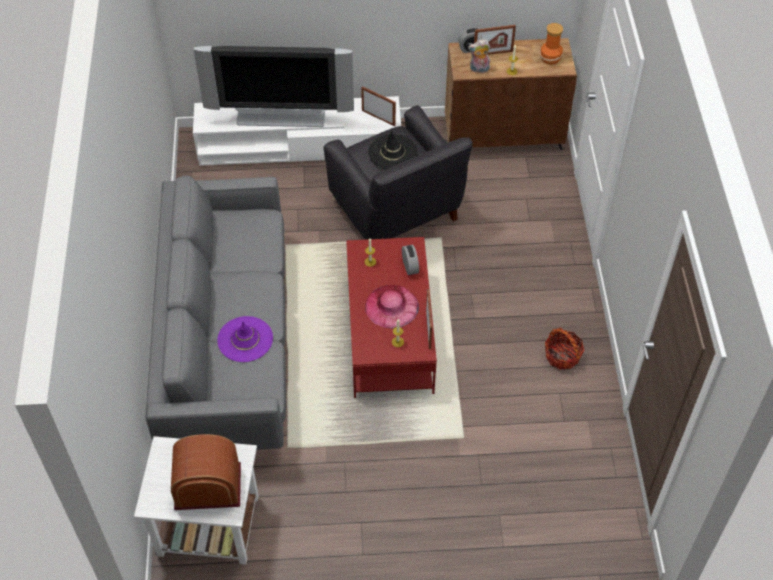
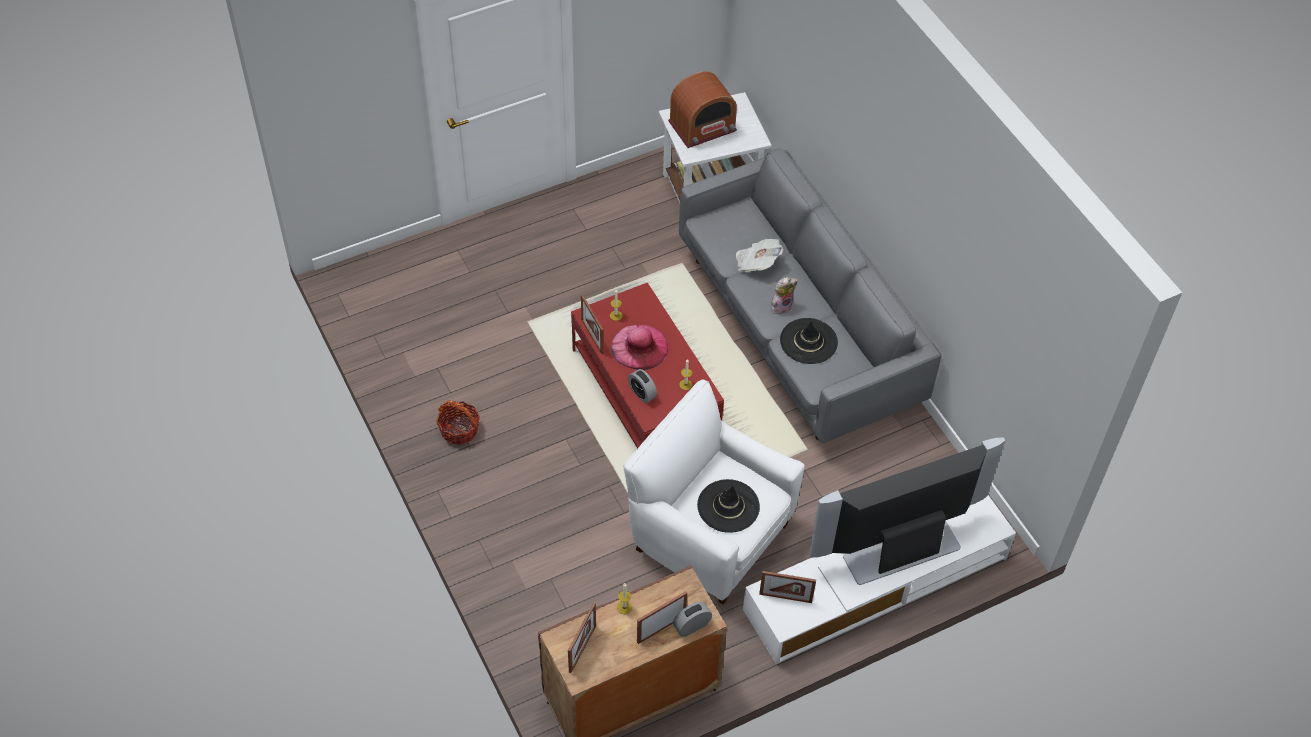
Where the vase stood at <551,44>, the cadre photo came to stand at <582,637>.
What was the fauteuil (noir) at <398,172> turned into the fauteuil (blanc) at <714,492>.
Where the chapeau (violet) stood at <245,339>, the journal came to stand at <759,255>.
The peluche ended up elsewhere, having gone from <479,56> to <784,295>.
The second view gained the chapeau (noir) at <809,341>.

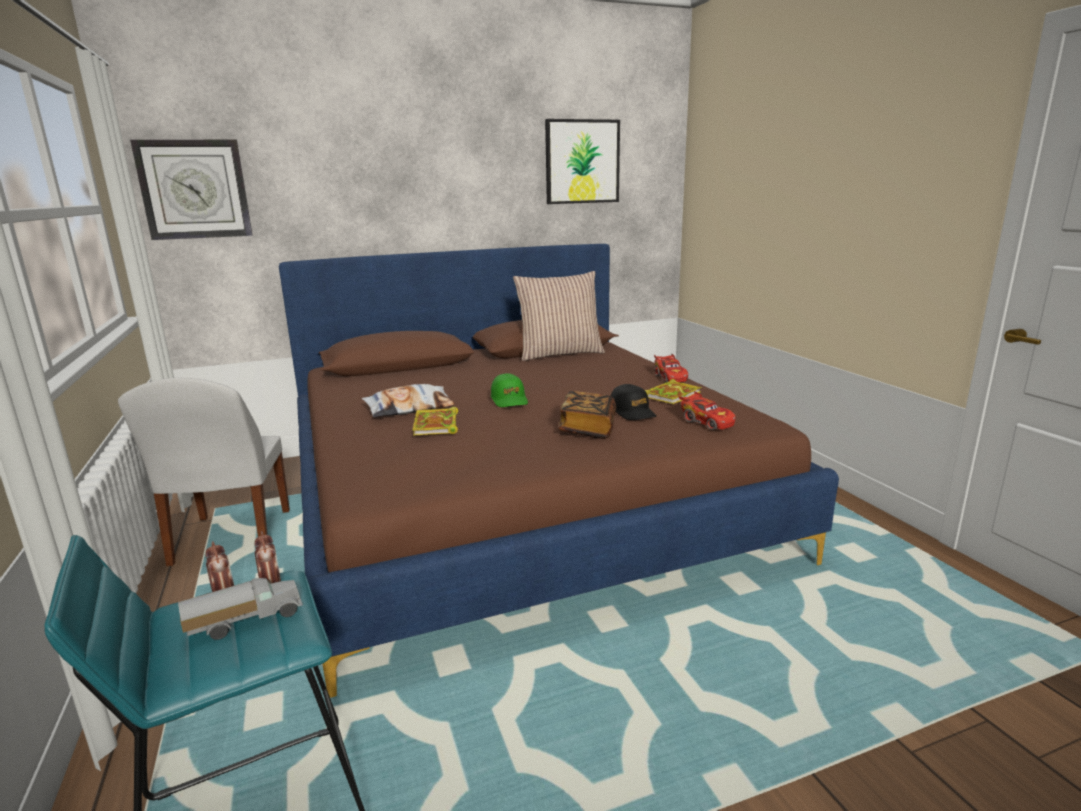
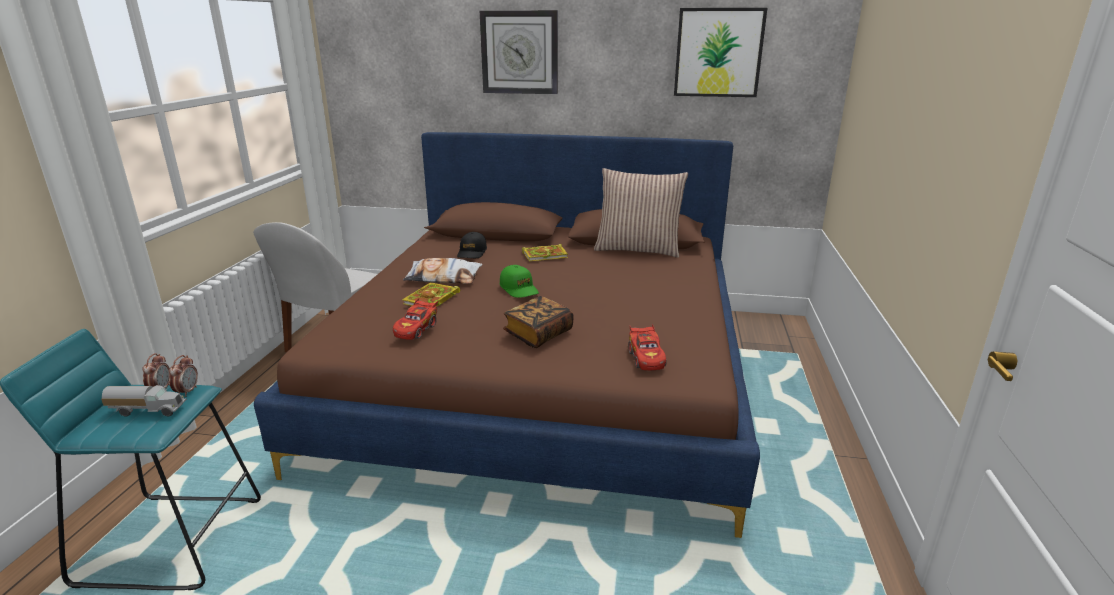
The petite voiture (rouge) ended up elsewhere, having gone from <671,368> to <415,319>.
The casquette (noir) ended up elsewhere, having gone from <633,402> to <472,245>.
The horloge murale ended up elsewhere, having gone from <191,189> to <519,52>.
The casquette (vert) at <509,390> ended up facing another way, 45 degrees counterclockwise from before.
The livre ended up elsewhere, having gone from <673,391> to <545,253>.

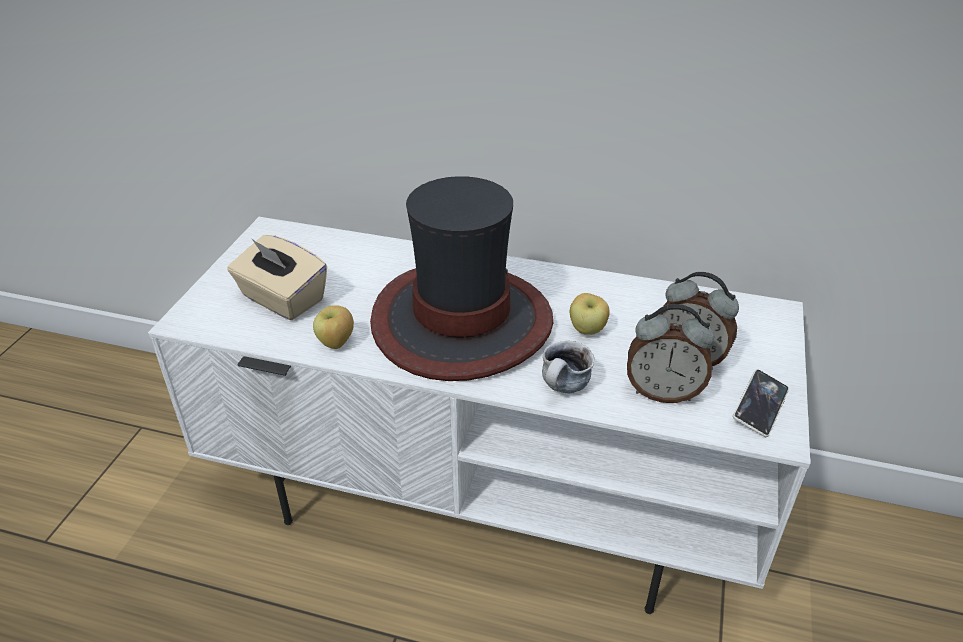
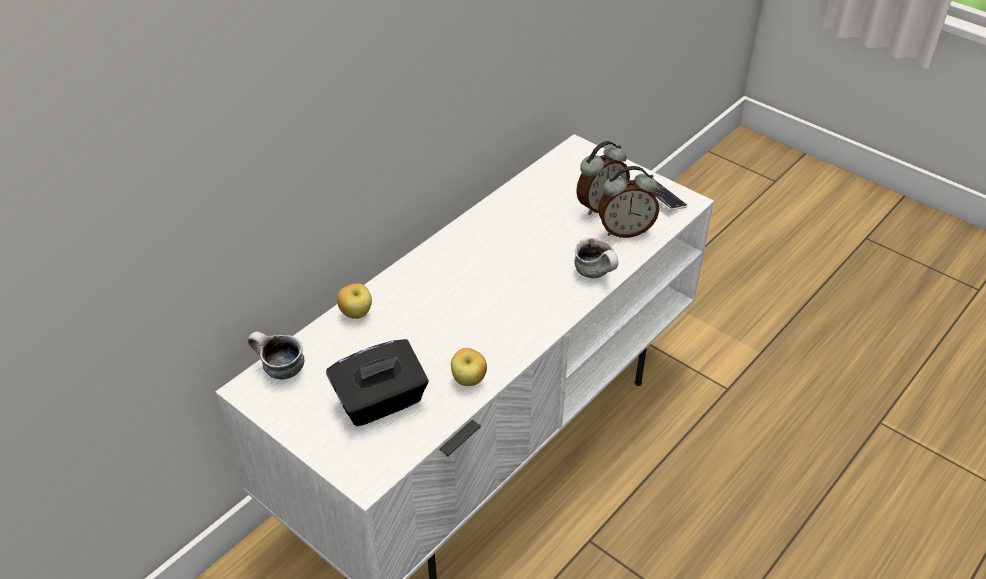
The second view gained the mug at <276,355>.
What was the boîte à mouchoirs (beige) at <277,277> turned into the boîte à mouchoirs (noir) at <377,382>.
The pomme ended up elsewhere, having gone from <590,314> to <354,301>.
The réveil at <670,353> ended up facing another way, 45 degrees clockwise from before.
The second view lost the chapeau at <461,278>.

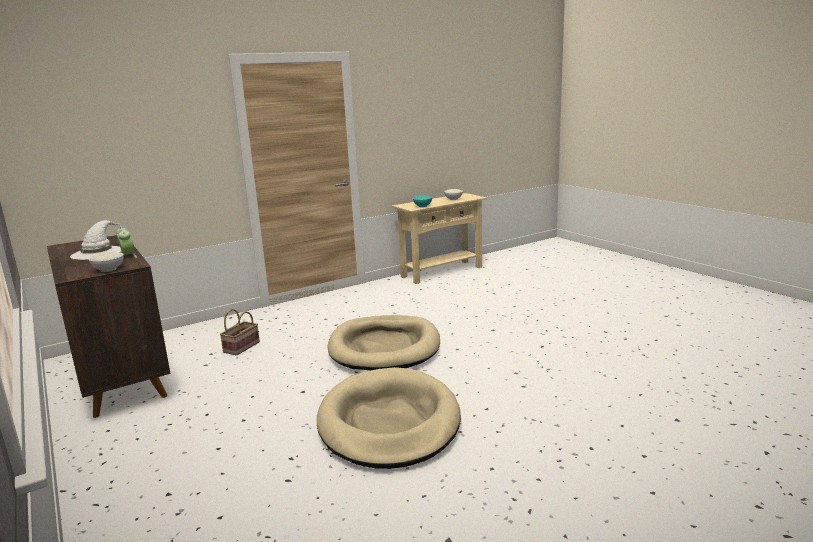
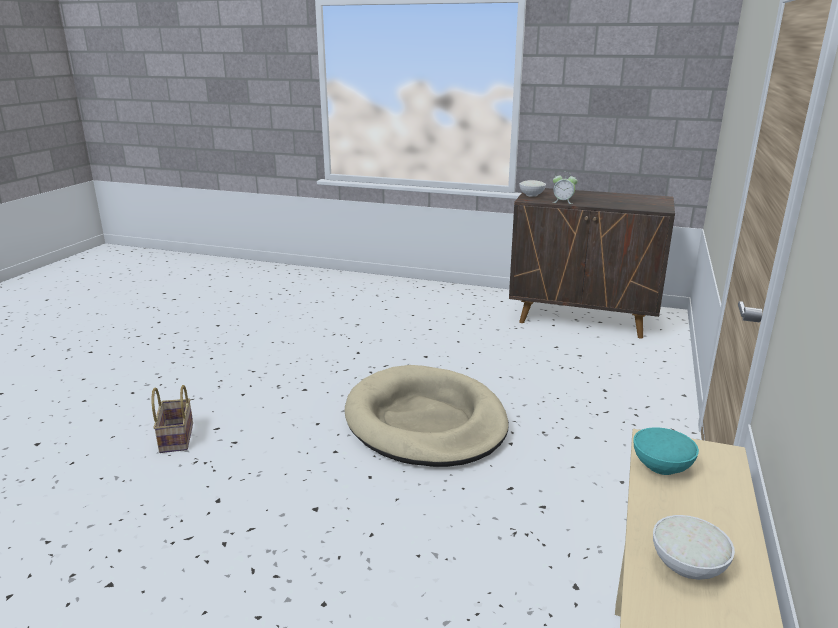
The panier ended up elsewhere, having gone from <240,332> to <172,419>.
The second view lost the chapeau (blanc) at <95,240>.
The second view lost the panier pour chien (beige) at <389,418>.

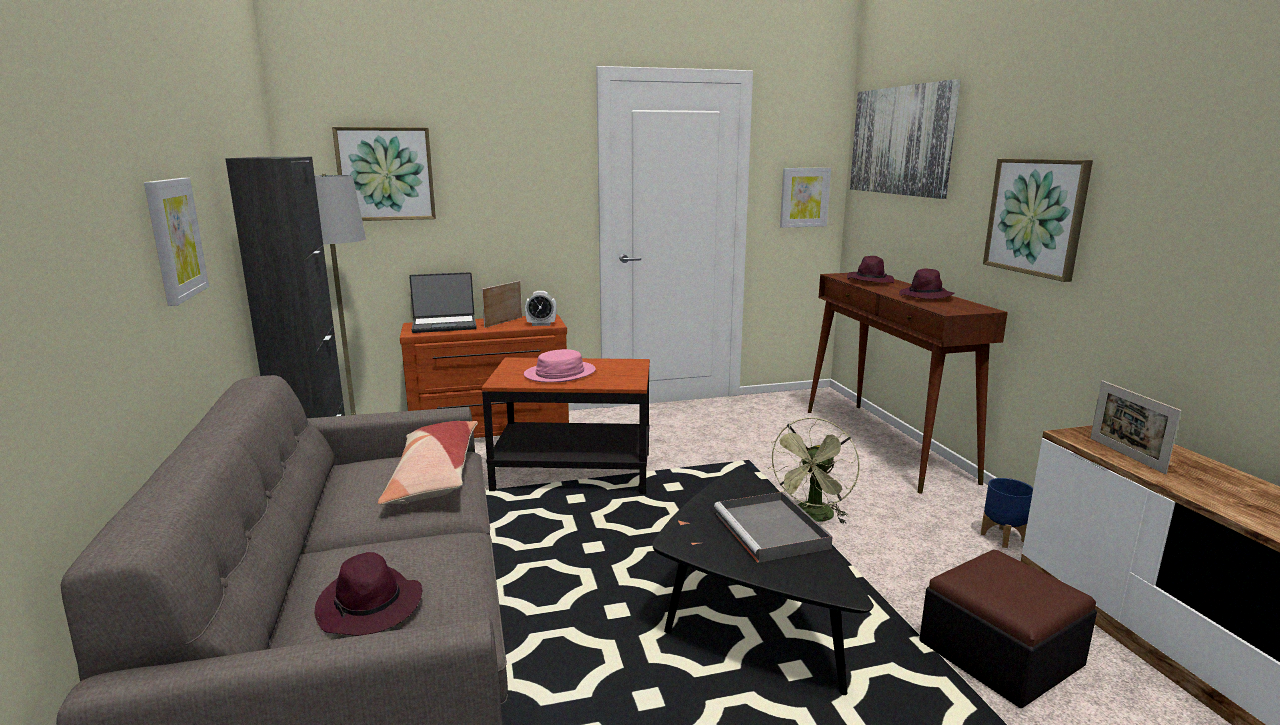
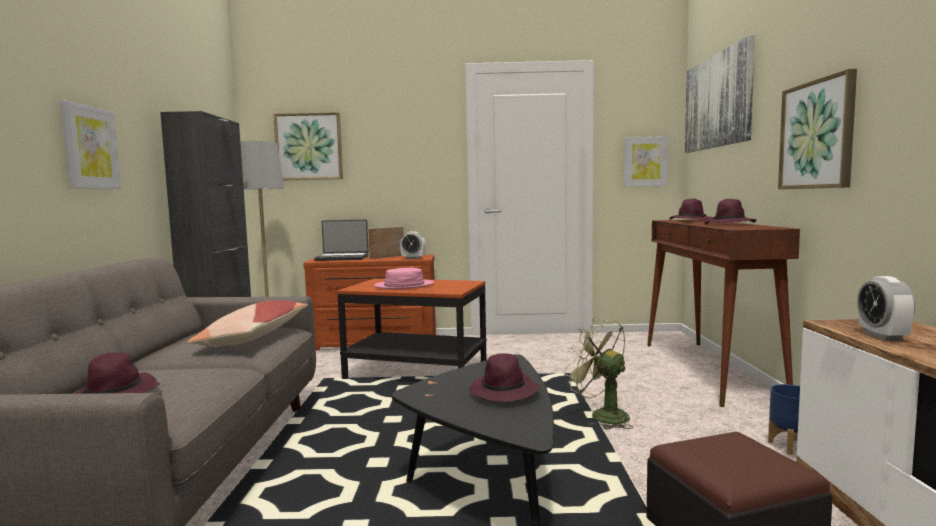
Where the plateau (gris) stood at <773,527>, the chapeau (violet) came to stand at <505,377>.
The ventilateur (vert) at <813,470> ended up facing another way, 90 degrees clockwise from before.
Where the cadre photo stood at <1135,427>, the réveil came to stand at <886,308>.

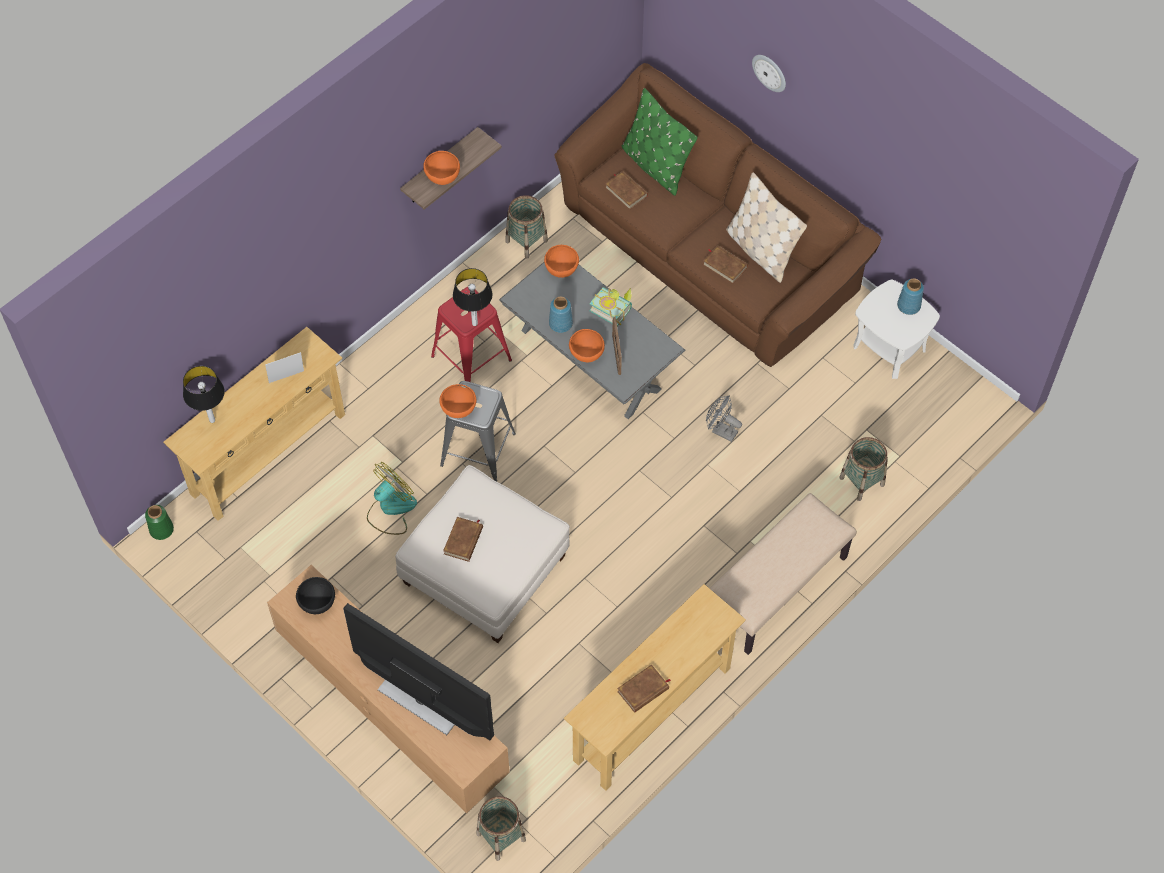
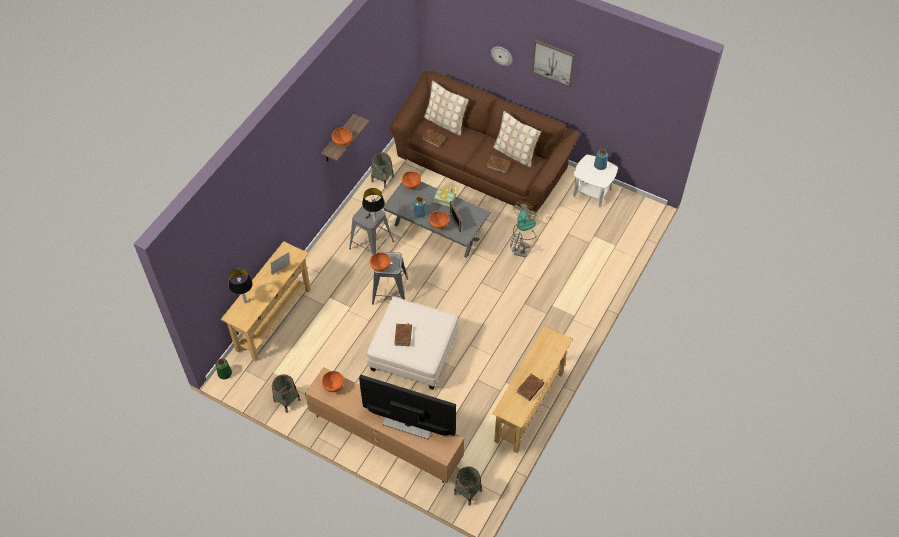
The panier ended up elsewhere, having gone from <863,469> to <286,393>.
What was the bol (noir) at <315,595> turned into the bol (orange) at <333,381>.
What was the tabouret (rouge) at <471,334> turned into the tabouret (gris) at <371,230>.
What was the coussin (vert) at <660,142> turned into the coussin (beige) at <446,108>.
The ventilateur ended up elsewhere, having gone from <392,498> to <525,220>.
The second view gained the tableau at <553,63>.
The second view lost the banc (beige) at <783,574>.

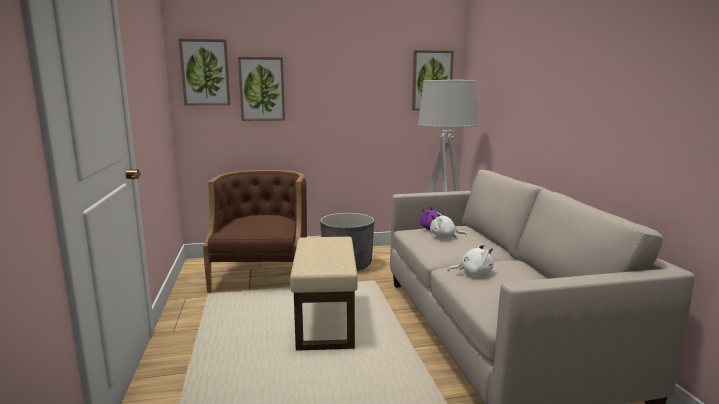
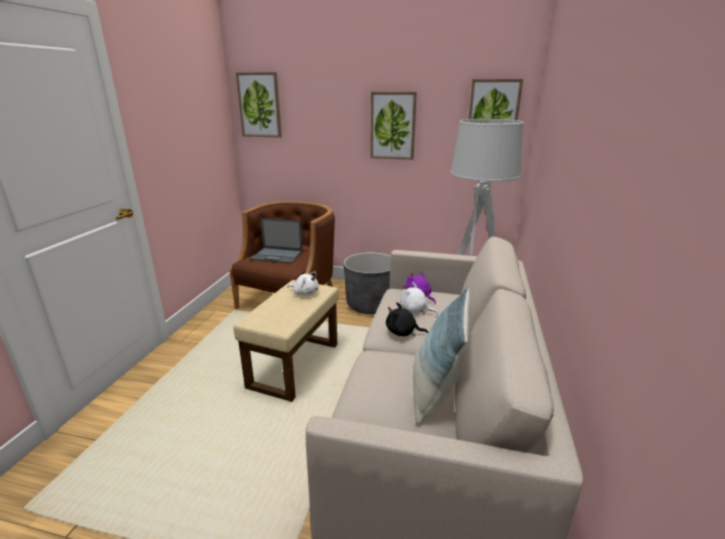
The second view gained the ordinateur portable at <276,241>.
The peluche (blanc) ended up elsewhere, having gone from <471,260> to <303,284>.
The tableau ended up elsewhere, having gone from <261,89> to <393,126>.
The second view gained the peluche (noir) at <407,319>.
The second view gained the coussin at <441,355>.

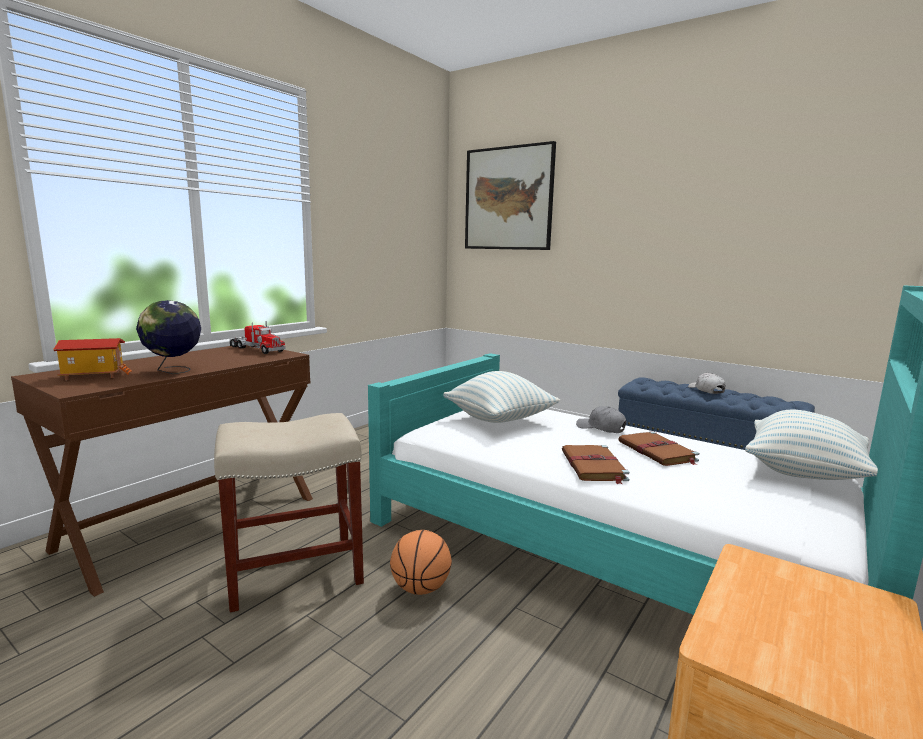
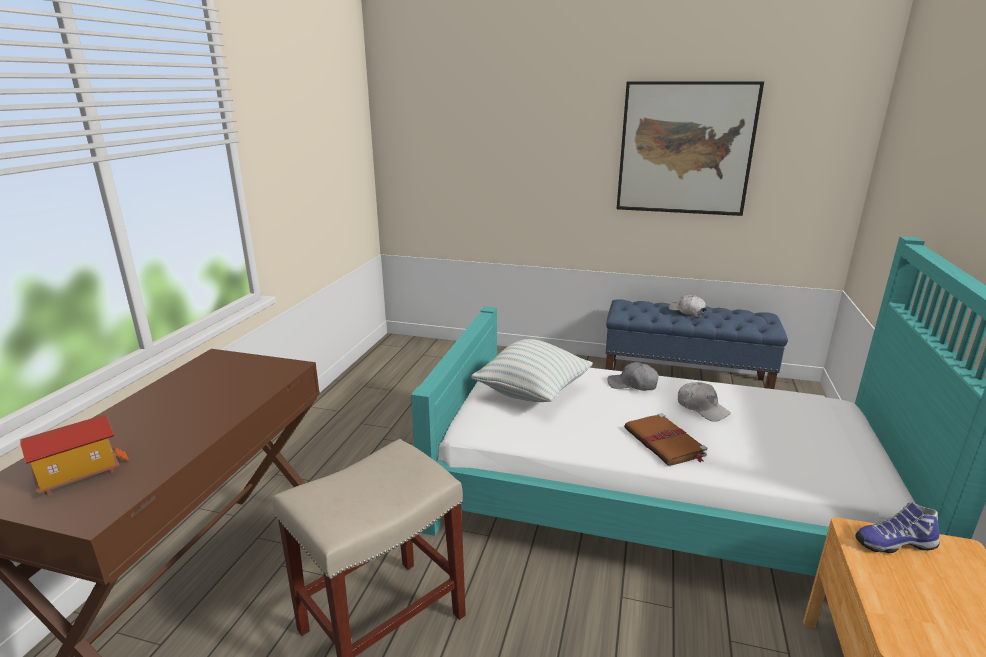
The tableau ended up elsewhere, having gone from <510,195> to <690,148>.
Where the livre (marron) stood at <658,448>, the casquette (blanc) came to stand at <704,402>.
The second view gained the chaussure at <898,528>.
The second view lost the globe at <168,337>.
The second view lost the camion jouet at <258,337>.
The second view lost the ballon de basket at <421,562>.
The second view lost the coussin at <811,445>.

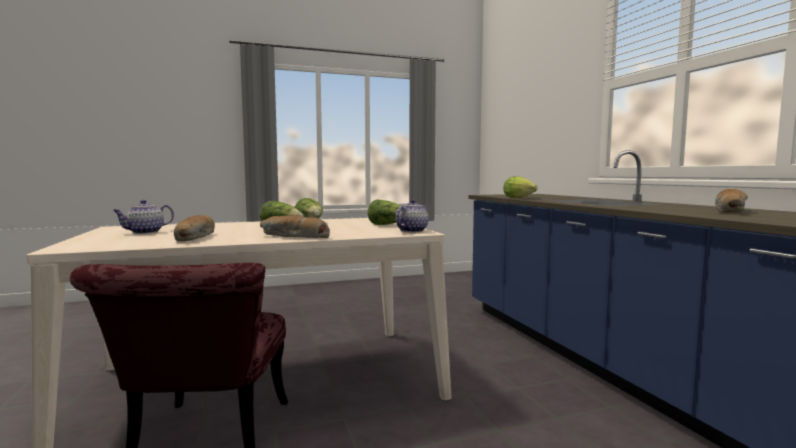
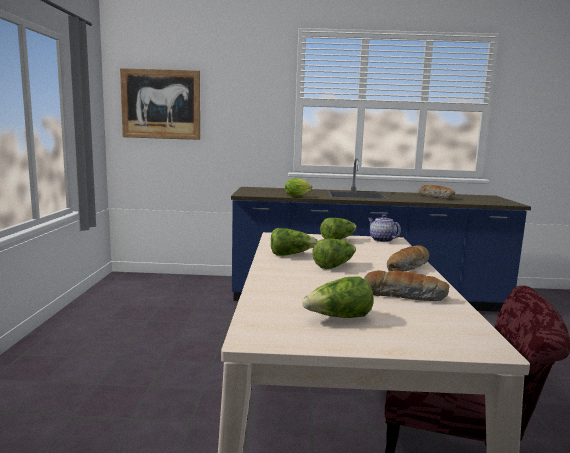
The second view gained the tableau at <160,104>.
Where the théière stood at <143,217>, the laitue came to stand at <338,297>.

